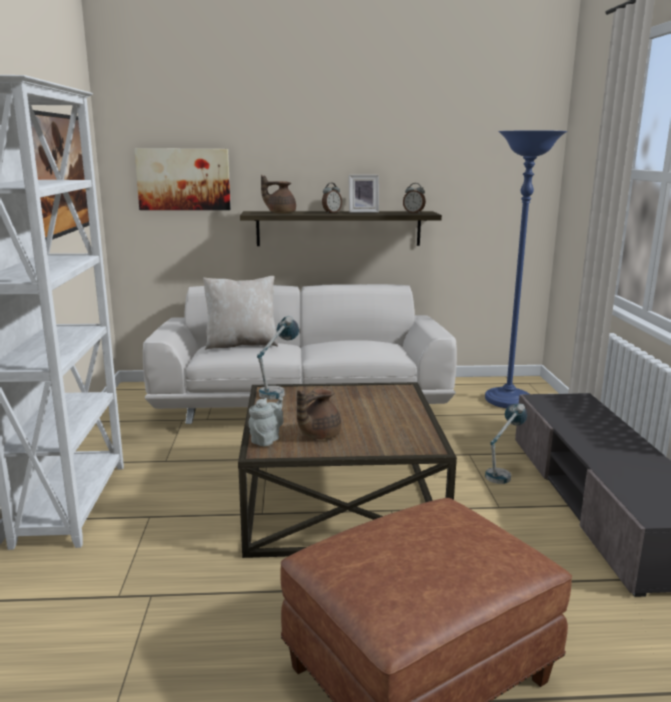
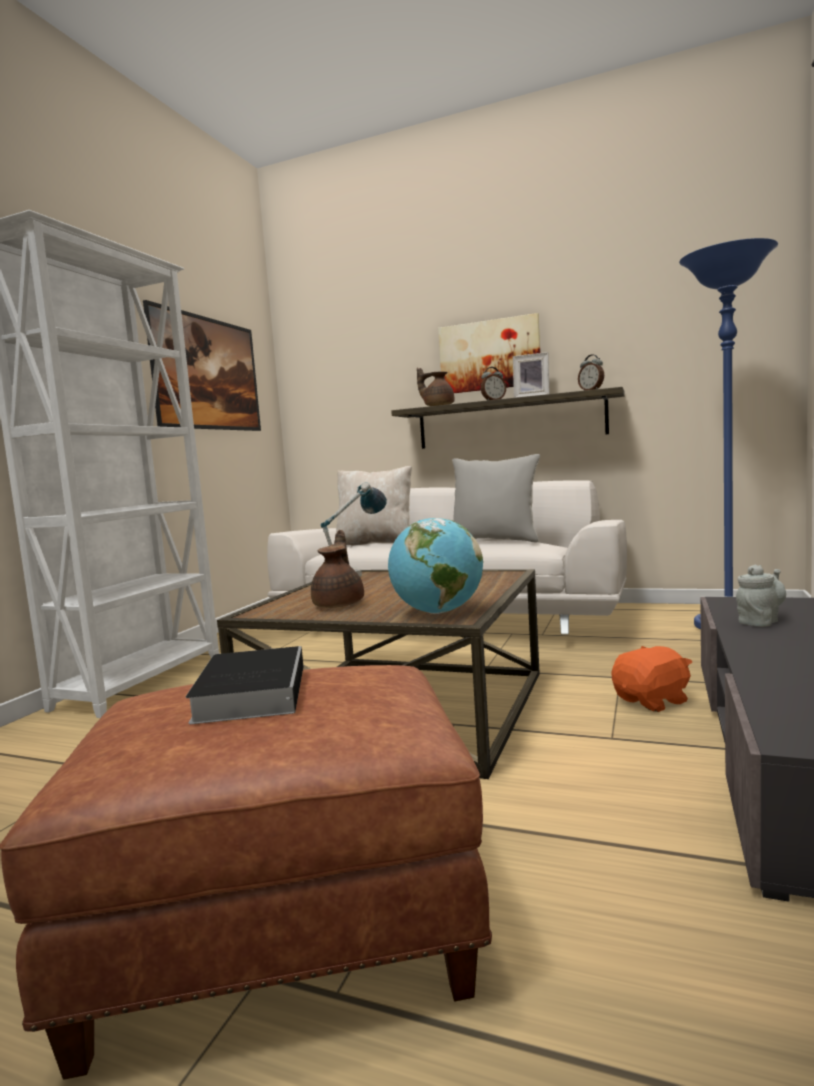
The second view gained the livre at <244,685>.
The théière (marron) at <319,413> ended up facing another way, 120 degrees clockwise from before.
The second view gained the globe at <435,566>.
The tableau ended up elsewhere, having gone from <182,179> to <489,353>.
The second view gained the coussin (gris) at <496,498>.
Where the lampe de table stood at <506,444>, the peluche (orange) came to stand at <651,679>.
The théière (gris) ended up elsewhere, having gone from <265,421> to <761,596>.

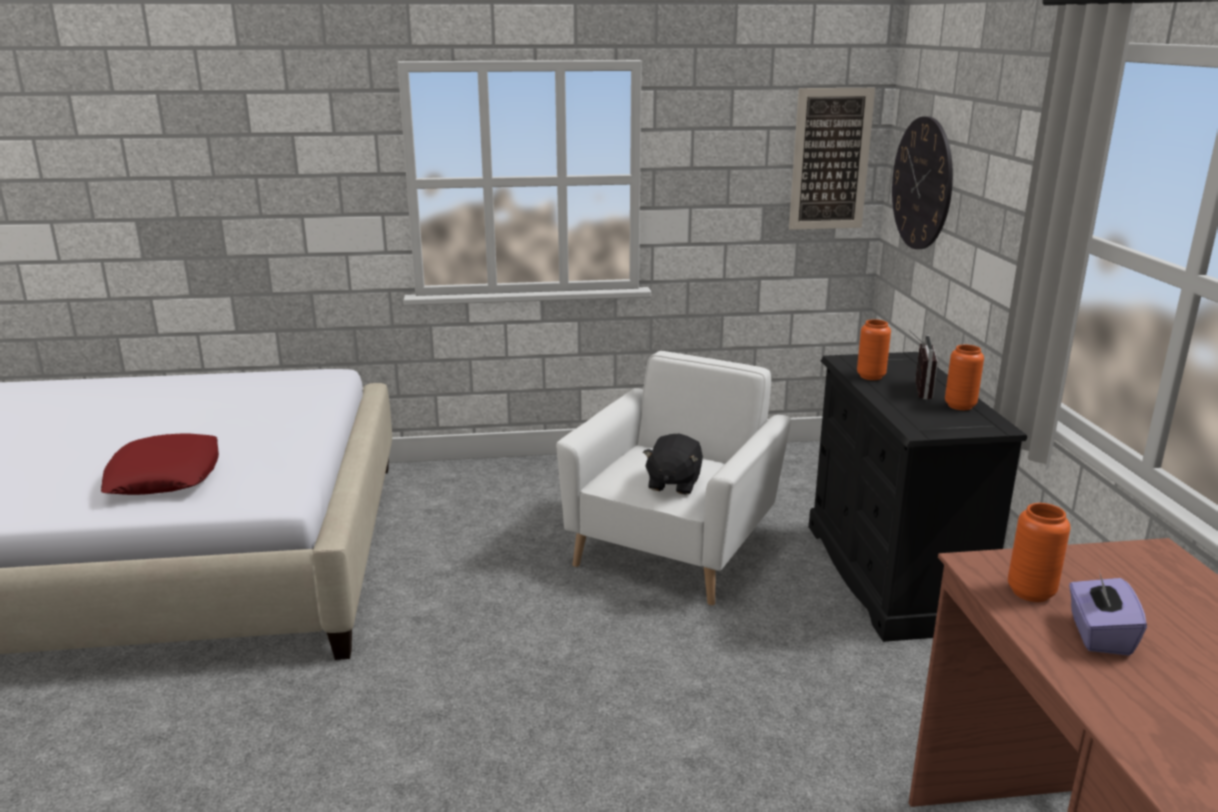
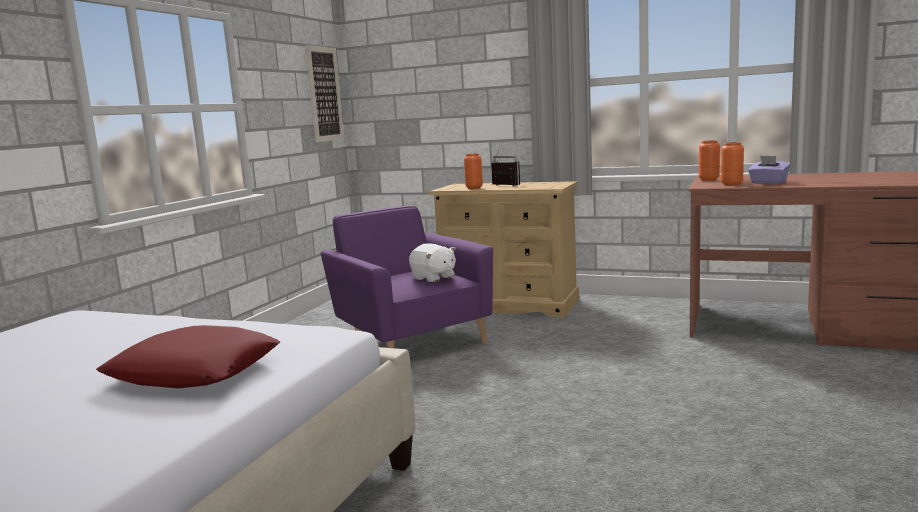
What was the fauteuil (blanc) at <673,478> turned into the fauteuil (violet) at <407,277>.
What was the peluche (noir) at <673,464> turned into the peluche (blanc) at <432,263>.
What was the commode (noir) at <918,497> turned into the commode (beige) at <504,249>.
The vase (orange) ended up elsewhere, having gone from <964,377> to <709,160>.
The second view lost the horloge murale at <922,182>.

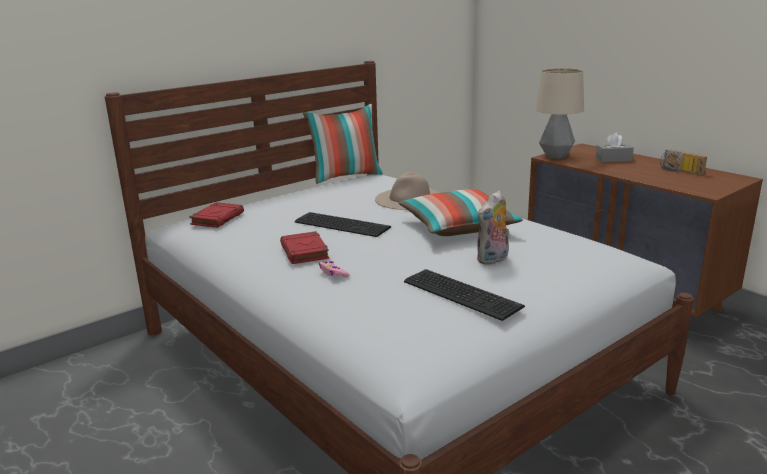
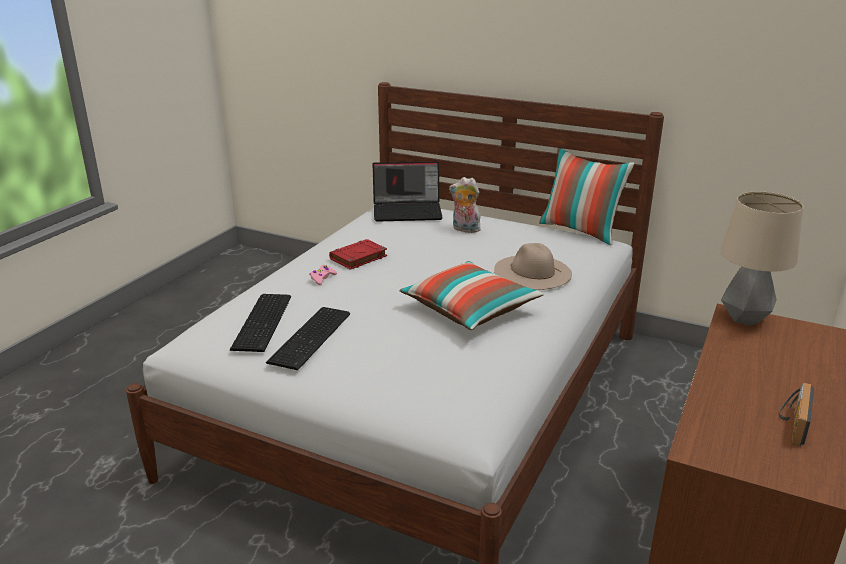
The clavier ended up elsewhere, having gone from <343,224> to <260,323>.
Where the livre (rouge) stood at <216,215>, the ordinateur portable came to stand at <408,191>.
The peluche ended up elsewhere, having gone from <493,227> to <465,205>.
The second view lost the boîte à mouchoirs (gris) at <614,147>.

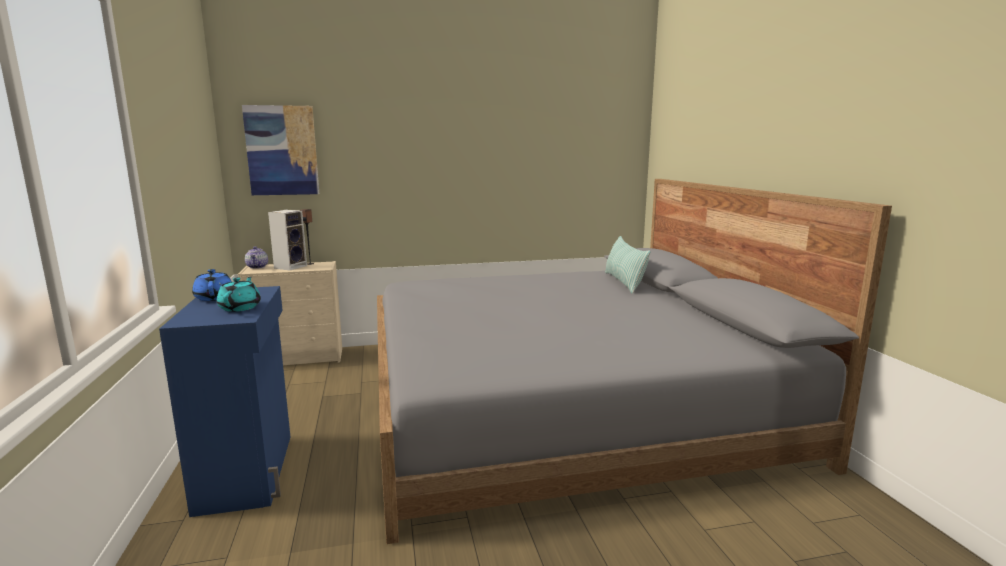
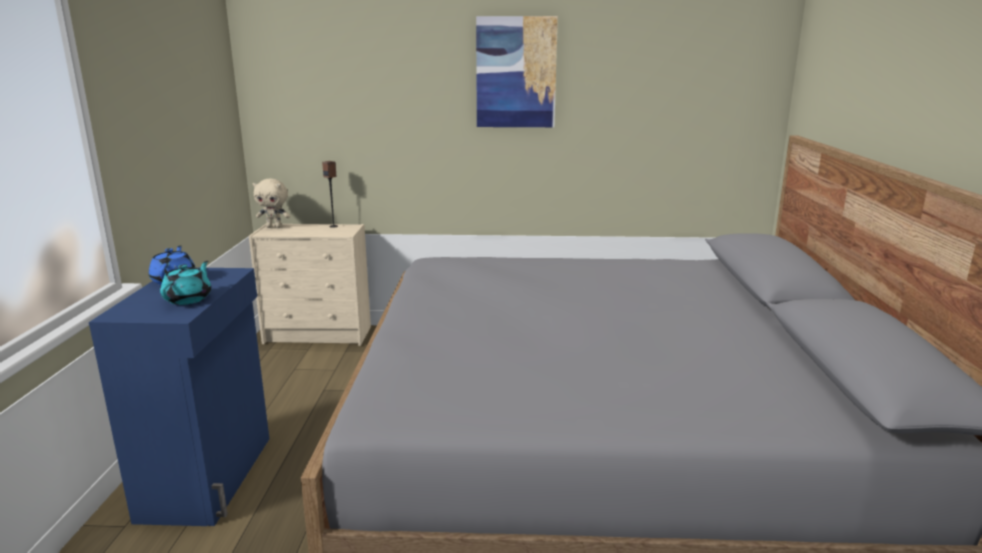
Where the théière stood at <256,257>, the peluche (beige) came to stand at <272,203>.
The tableau ended up elsewhere, having gone from <280,150> to <517,71>.
The second view lost the enceinte at <287,240>.
The second view lost the coussin at <628,265>.

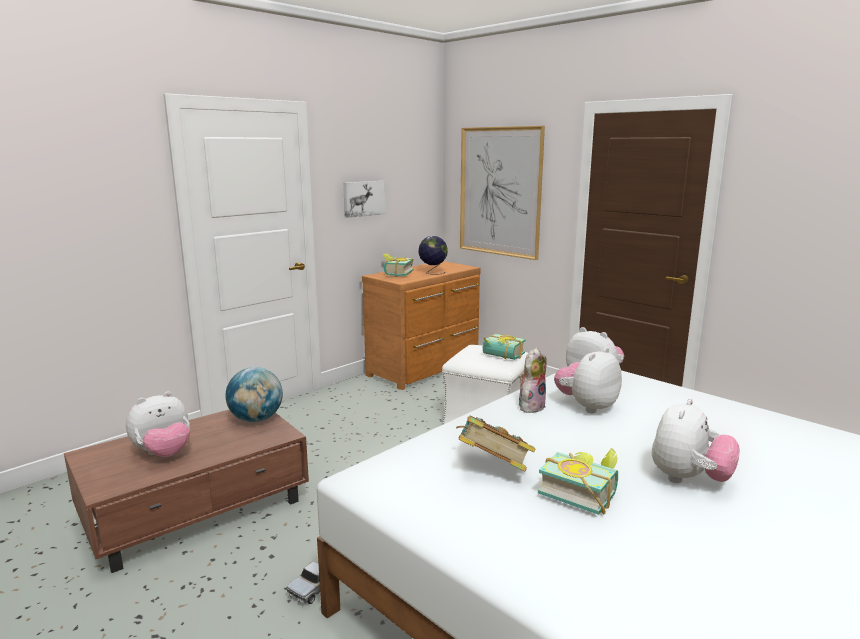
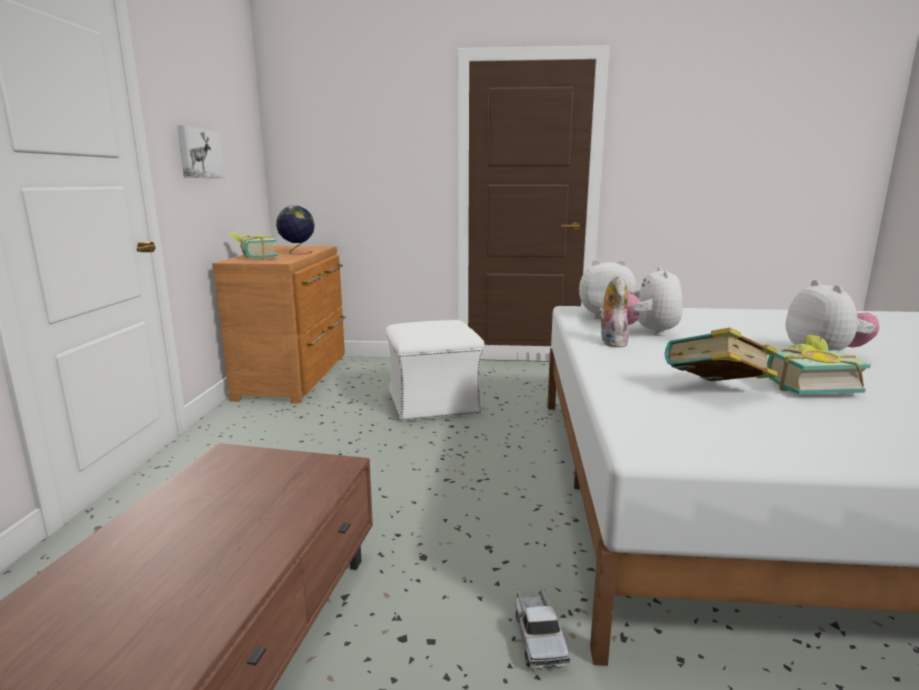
The second view lost the peluche at <158,424>.
The second view lost the globe at <254,394>.
The second view lost the tableau at <502,193>.
The second view lost the livre at <504,347>.

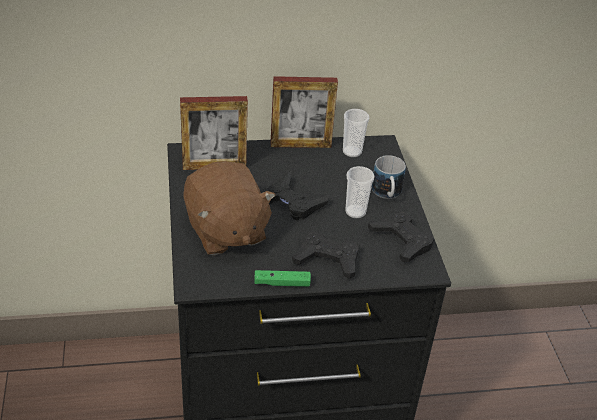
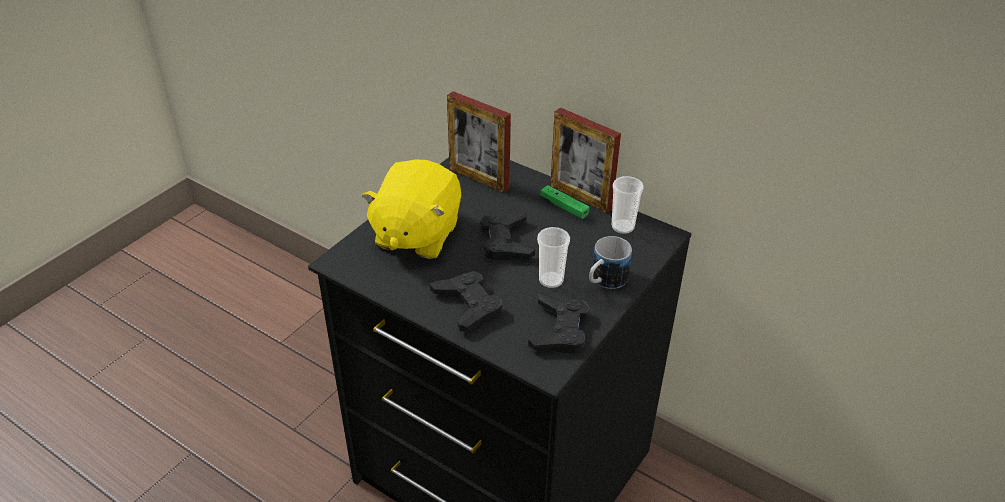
What was the peluche (marron) at <229,208> turned into the peluche (jaune) at <411,209>.
The manette (vert) ended up elsewhere, having gone from <282,278> to <565,202>.

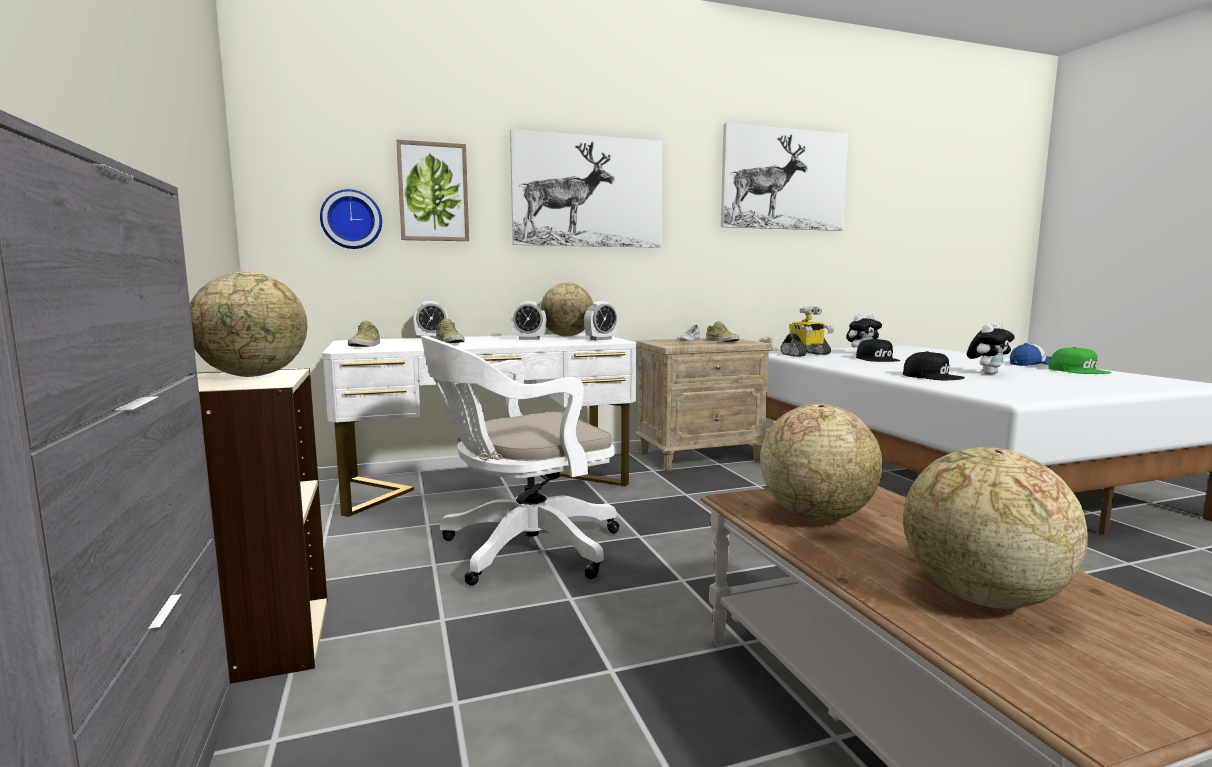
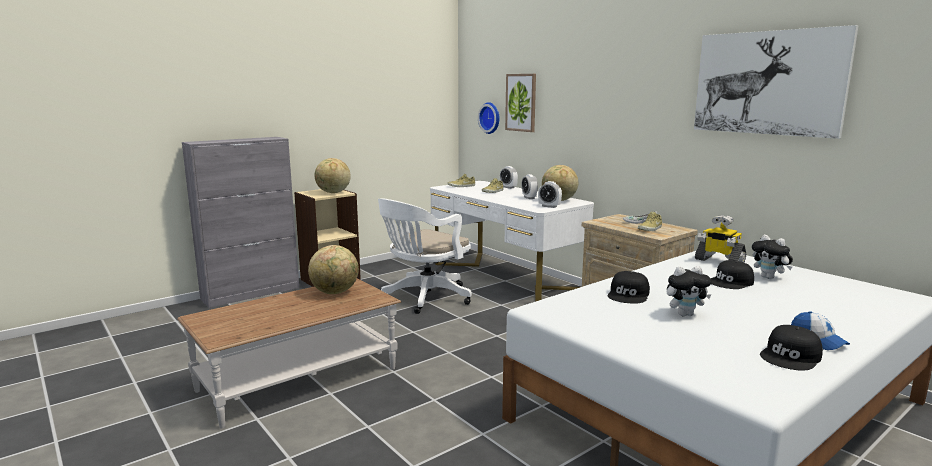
The chaise de bureau (blanc) at <520,461> ended up facing another way, 90 degrees counterclockwise from before.
The peluche at <991,348> ended up facing another way, 45 degrees counterclockwise from before.
What was the casquette (vert) at <1080,360> turned into the casquette (noir) at <791,347>.
The second view lost the tableau at <586,188>.
The second view lost the globe at <995,527>.

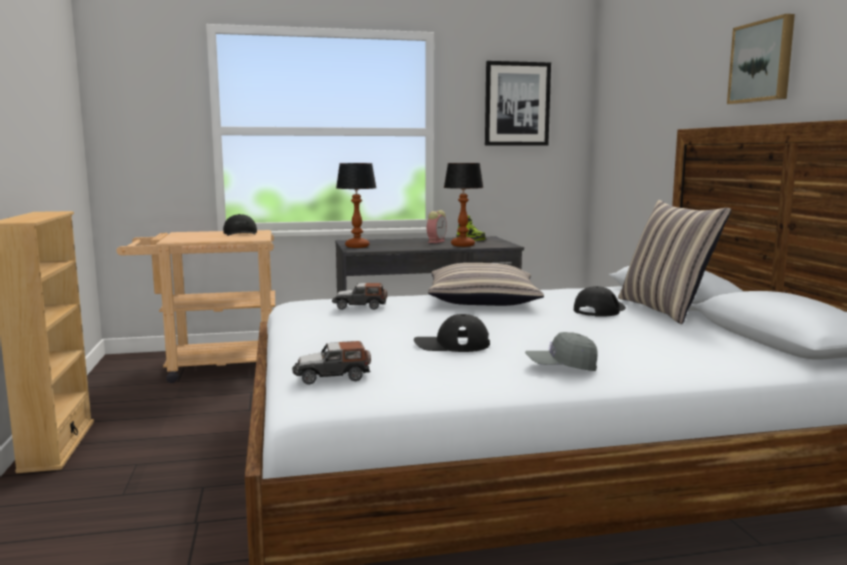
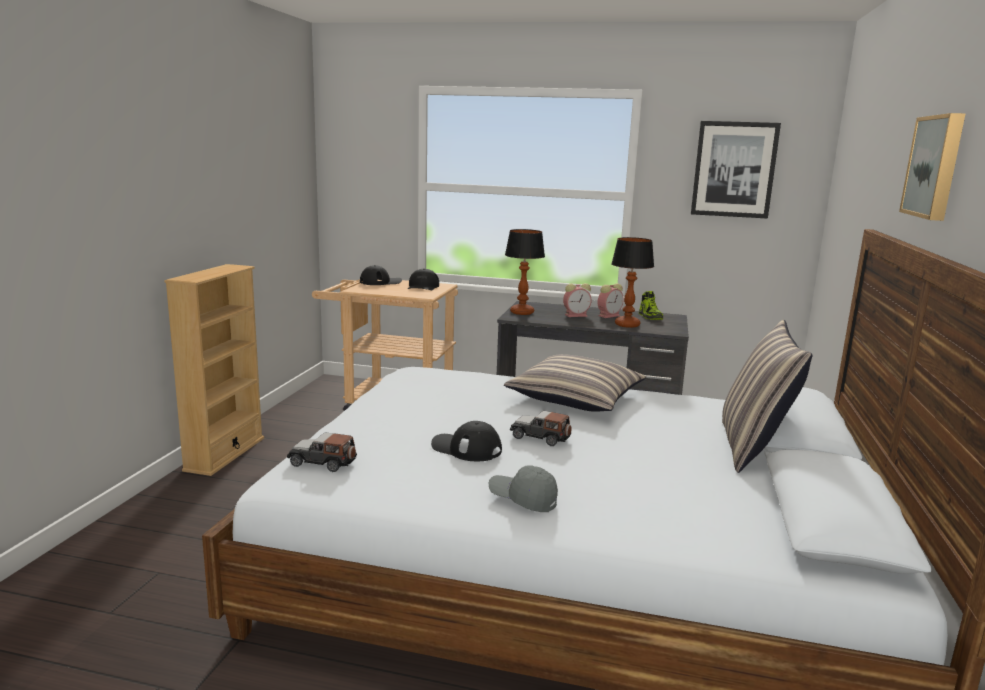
The casquette (noir) ended up elsewhere, having gone from <600,301> to <381,275>.
The petite voiture ended up elsewhere, having gone from <359,296> to <540,428>.
The second view gained the réveil at <577,300>.

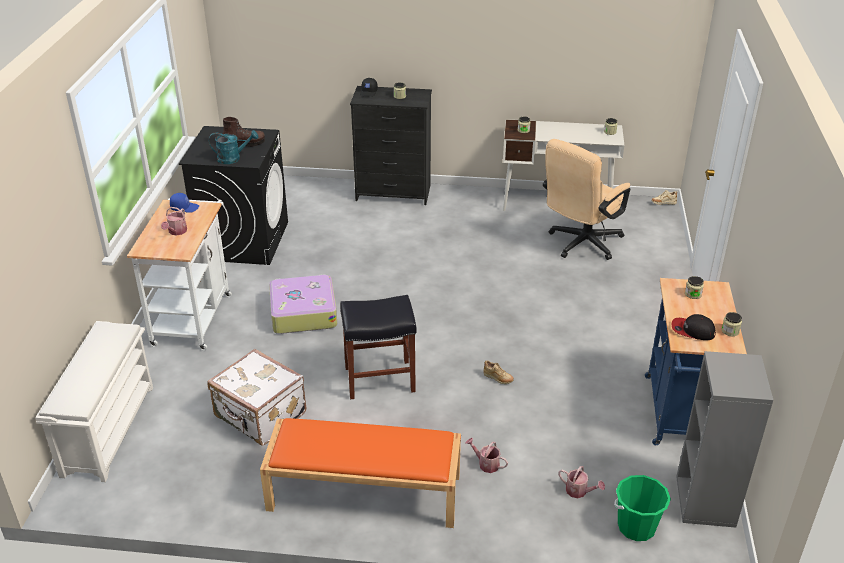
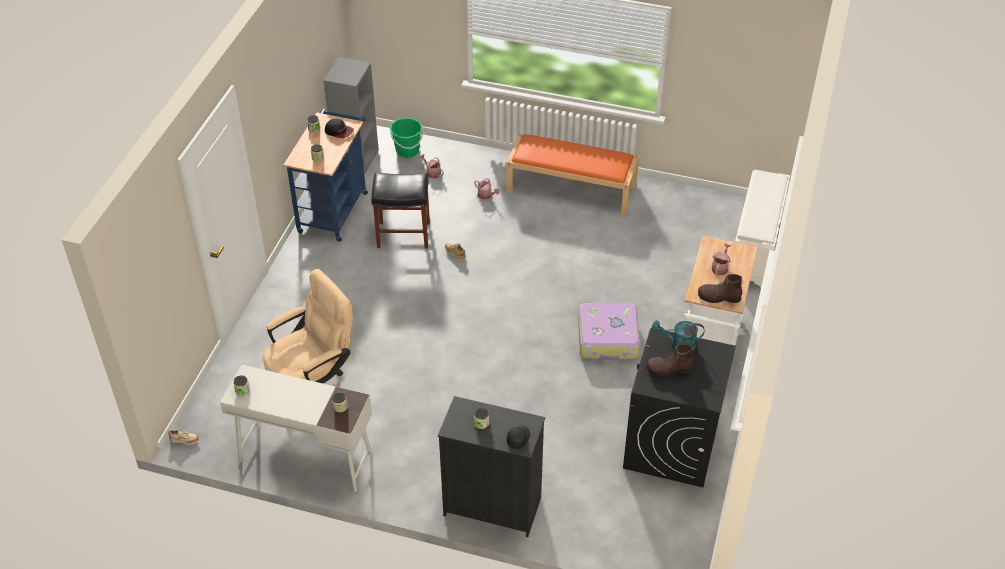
The tabouret (noir) ended up elsewhere, having gone from <378,347> to <400,210>.
Where the casquette (bleu) stood at <184,203>, the botte (marron) came to stand at <720,288>.
The second view lost the valise (blanc) at <257,397>.

